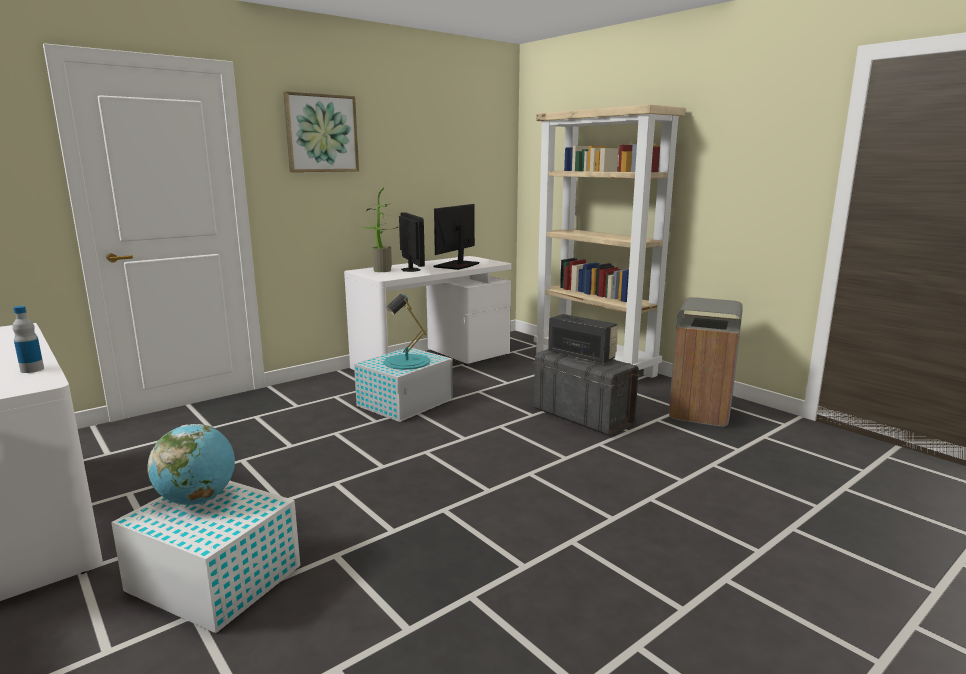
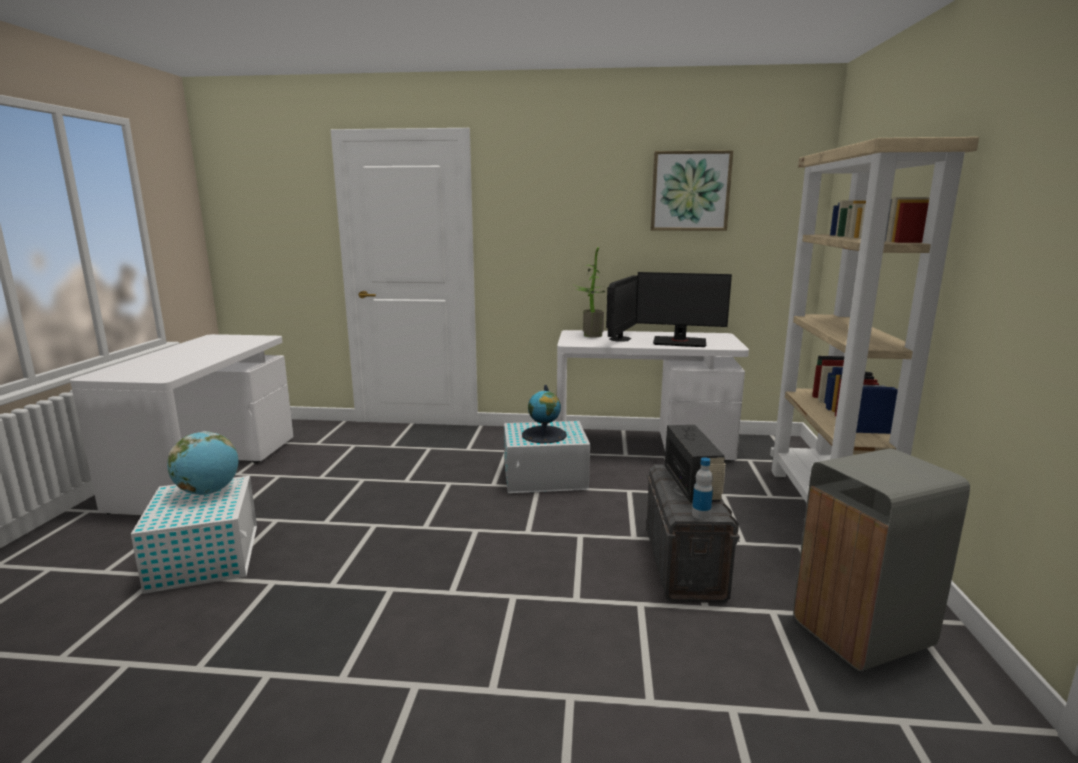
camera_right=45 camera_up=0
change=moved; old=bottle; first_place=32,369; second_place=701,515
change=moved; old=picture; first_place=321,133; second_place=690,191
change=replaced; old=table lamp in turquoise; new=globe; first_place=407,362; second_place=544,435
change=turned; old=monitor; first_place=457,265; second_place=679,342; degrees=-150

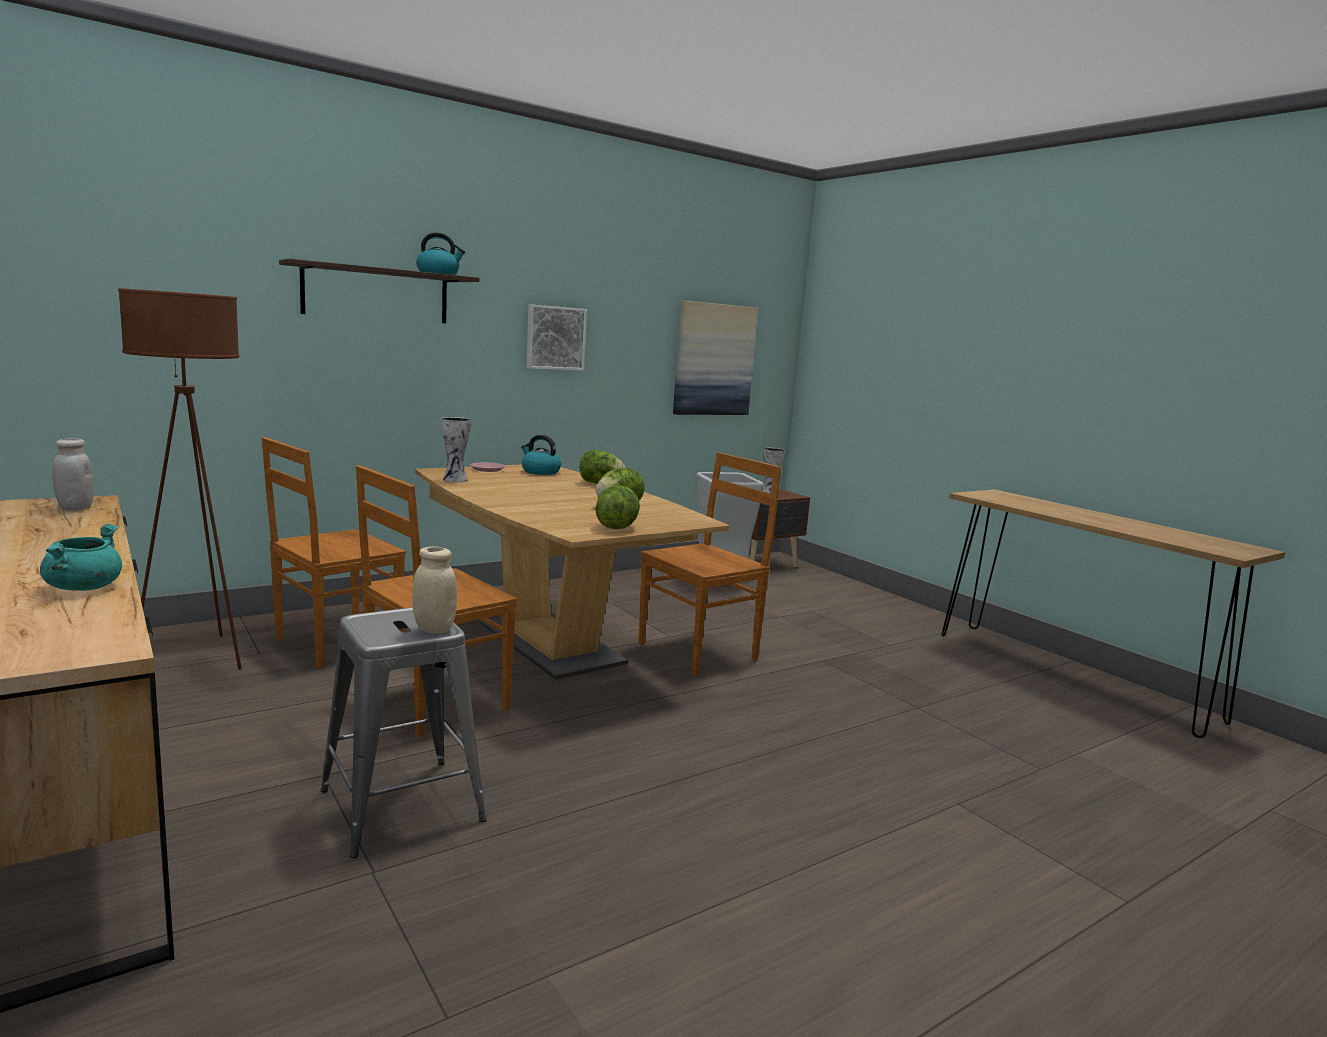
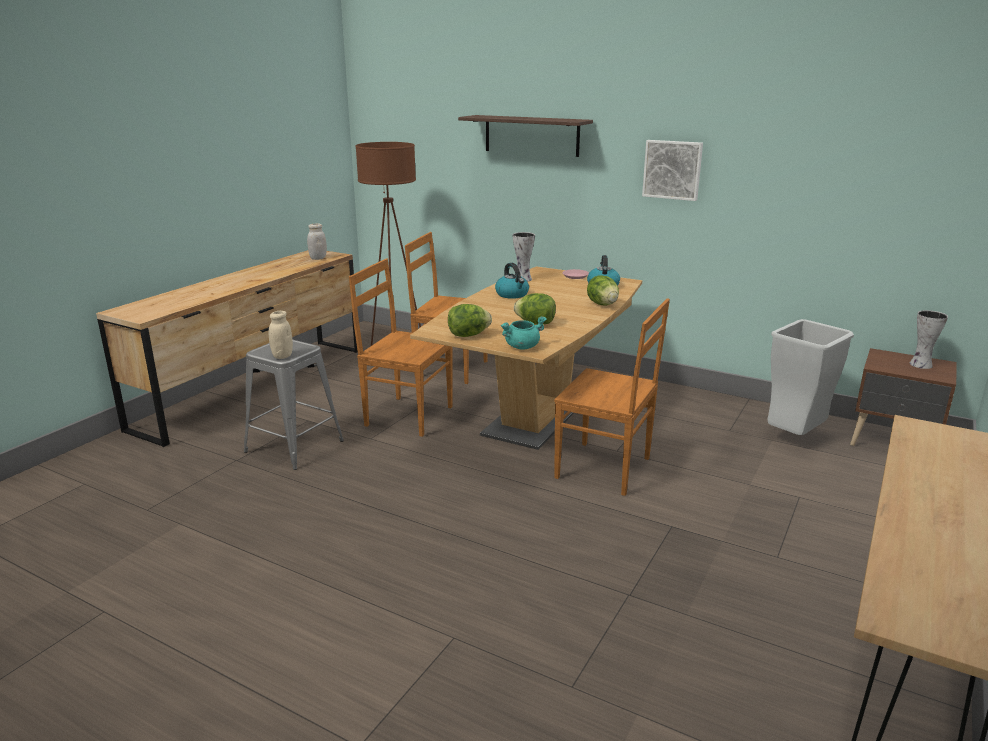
camera_right=65 camera_up=10
change=removed; old=picture; first_place=714,359
change=moved; old=cooking pot in turquoise; first_place=83,587; second_place=522,347
change=moved; old=kettle; first_place=438,274; second_place=512,294

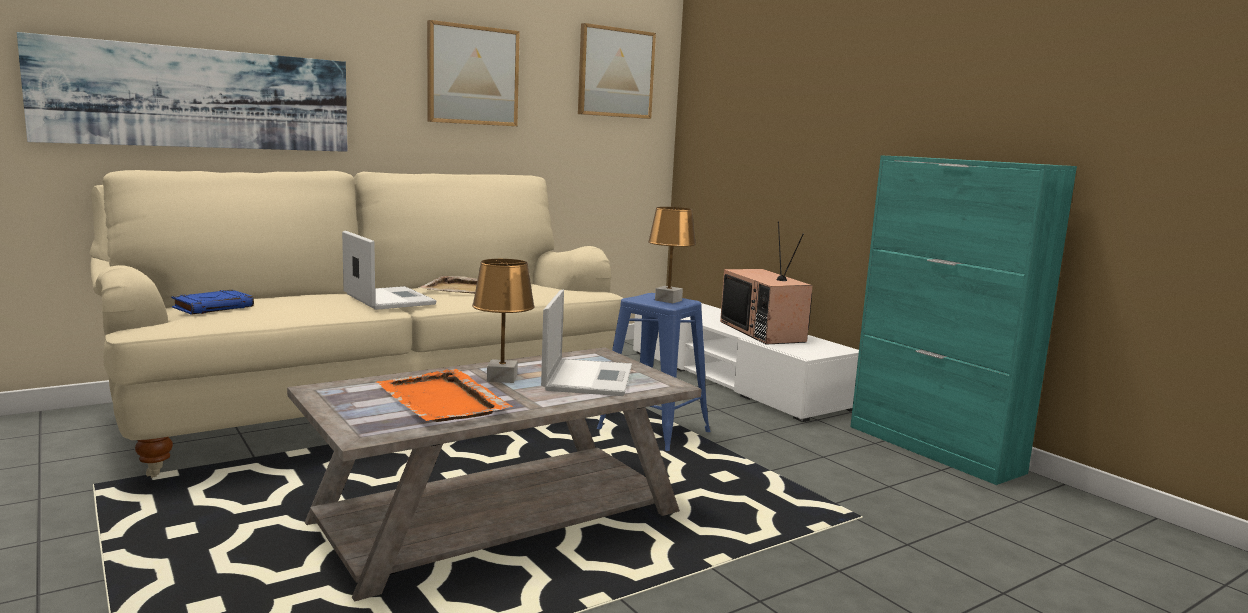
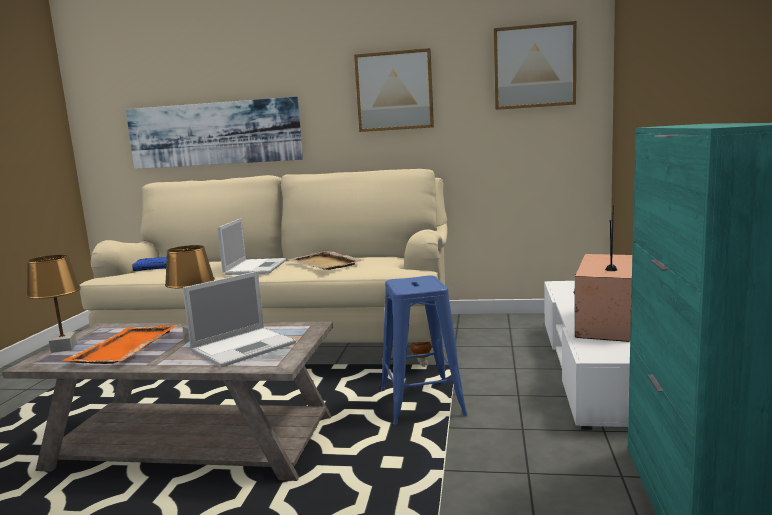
camera_right=45 camera_up=0
change=moved; old=table lamp in brown; first_place=669,300; second_place=64,348

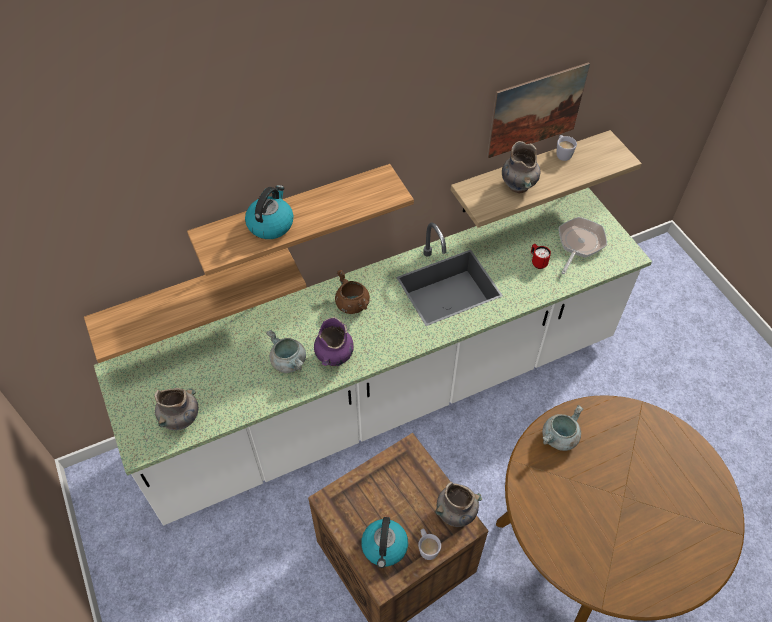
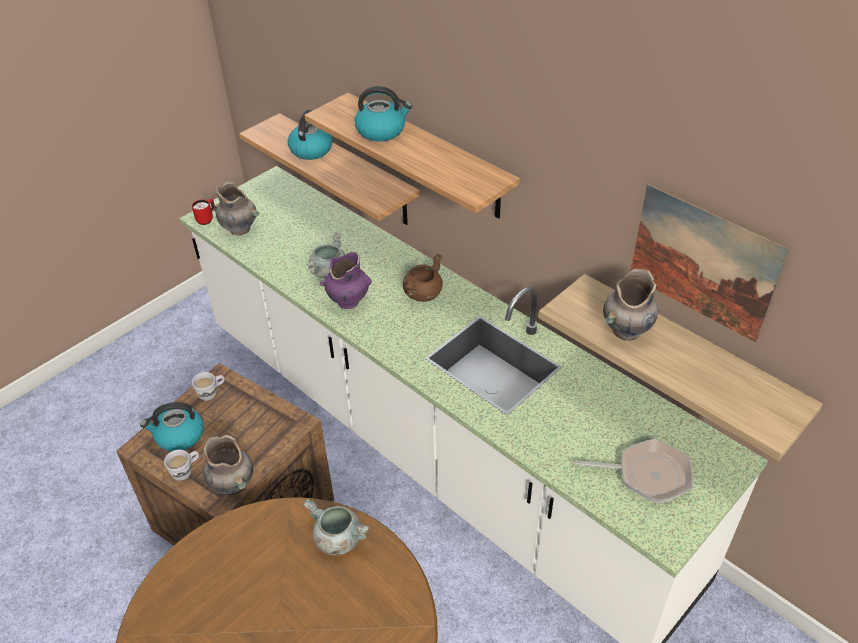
camera_right=70 camera_up=-10
change=added; new=kettle; second_place=311,149
change=moved; old=mug in red; first_place=537,262; second_place=207,219
change=moved; old=mug in white; first_place=562,154; second_place=212,393

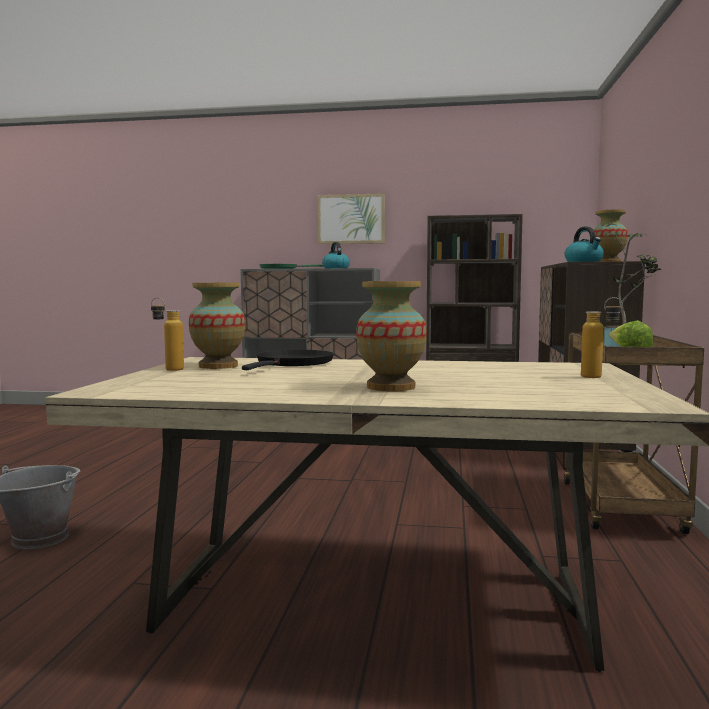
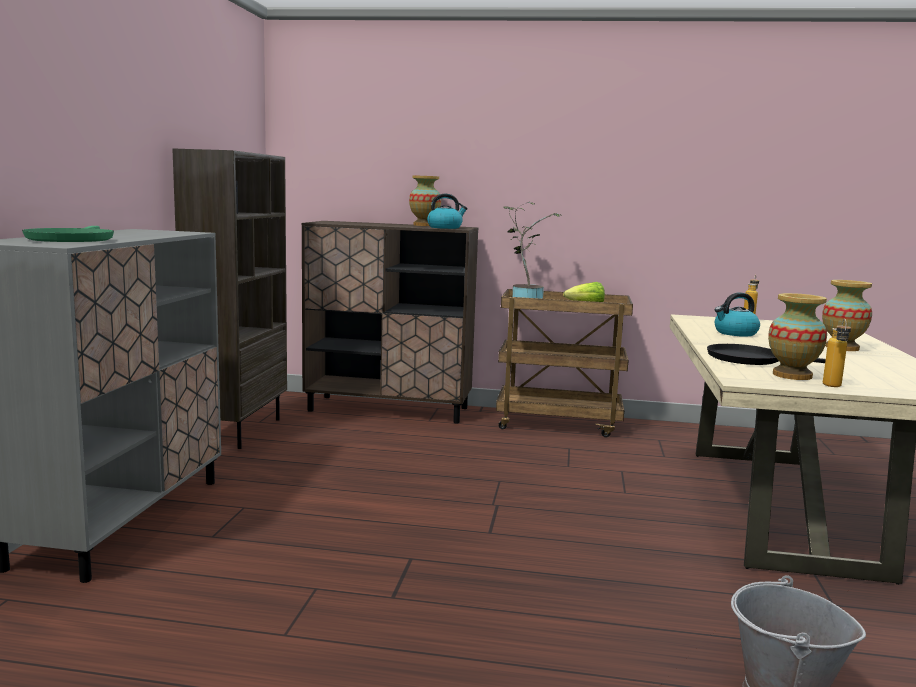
camera_right=-90 camera_up=5
change=removed; old=picture; first_place=351,219
change=moved; old=kettle; first_place=335,268; second_place=735,333

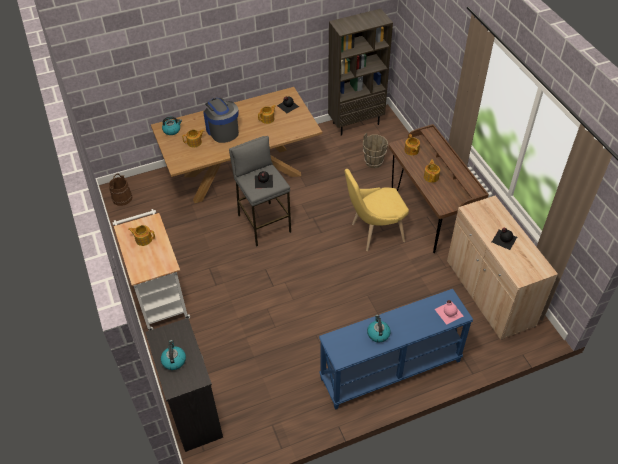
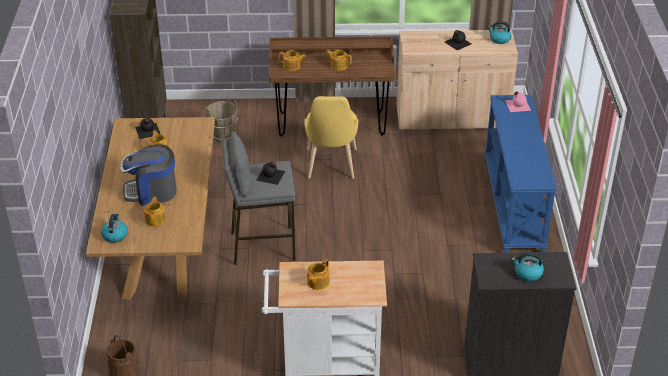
camera_right=-70 camera_up=-10
change=moved; old=kettle; first_place=378,333; second_place=499,39

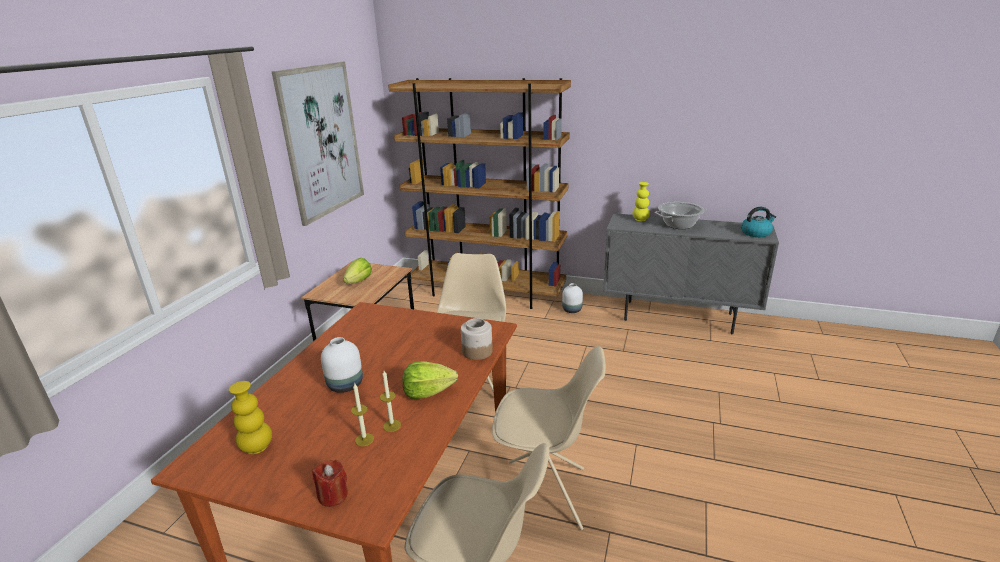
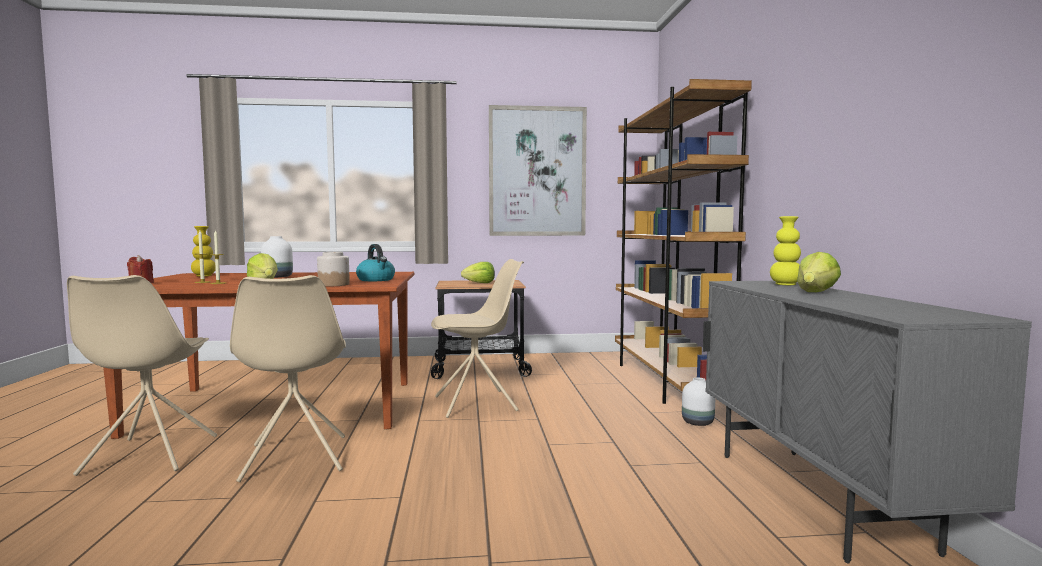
camera_right=65 camera_up=-20
change=moved; old=kettle; first_place=756,233; second_place=376,280
change=replaced; old=cooking pot; new=lettuce; first_place=679,225; second_place=816,292

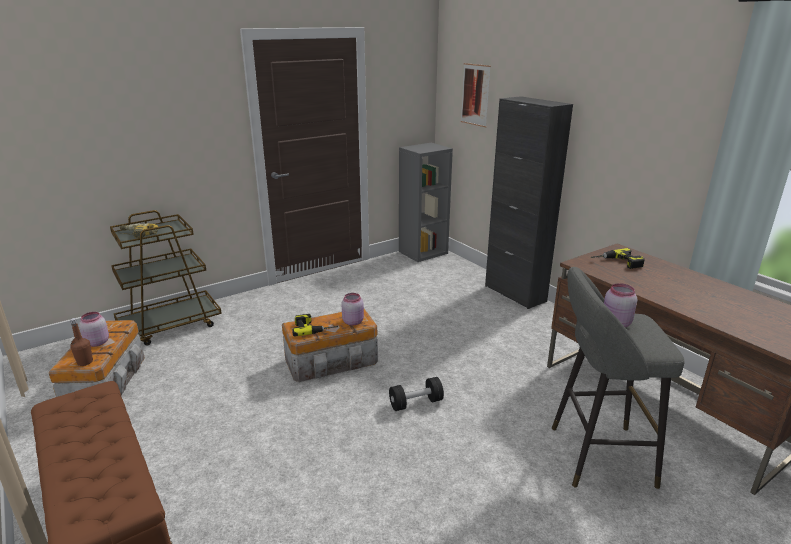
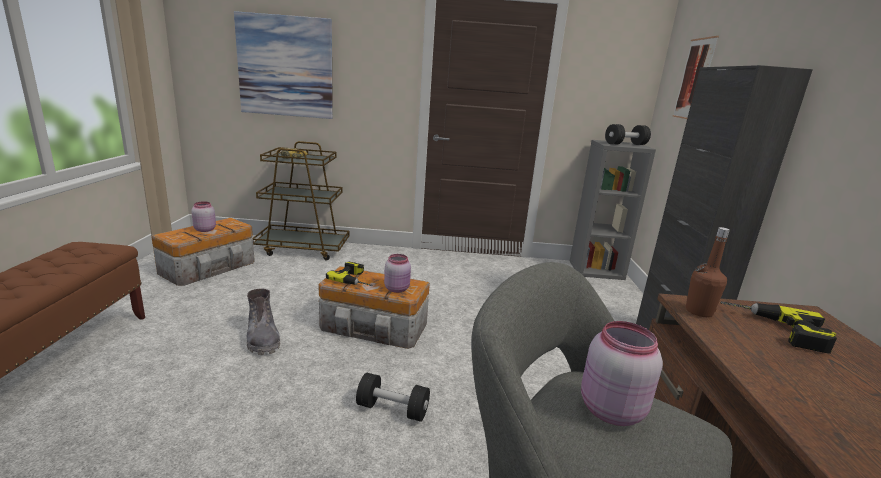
camera_right=35 camera_up=-5
change=added; new=picture; second_place=285,67
change=added; new=boot in grey; second_place=262,339
change=added; new=dumbbell in black; second_place=625,144
change=moved; old=bottle in brown; first_place=85,362; second_place=699,311

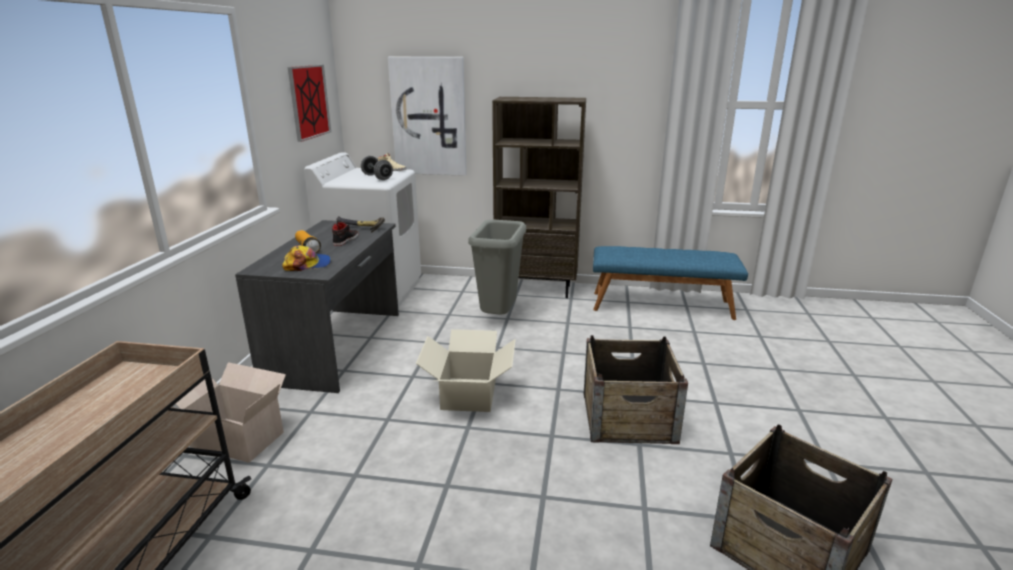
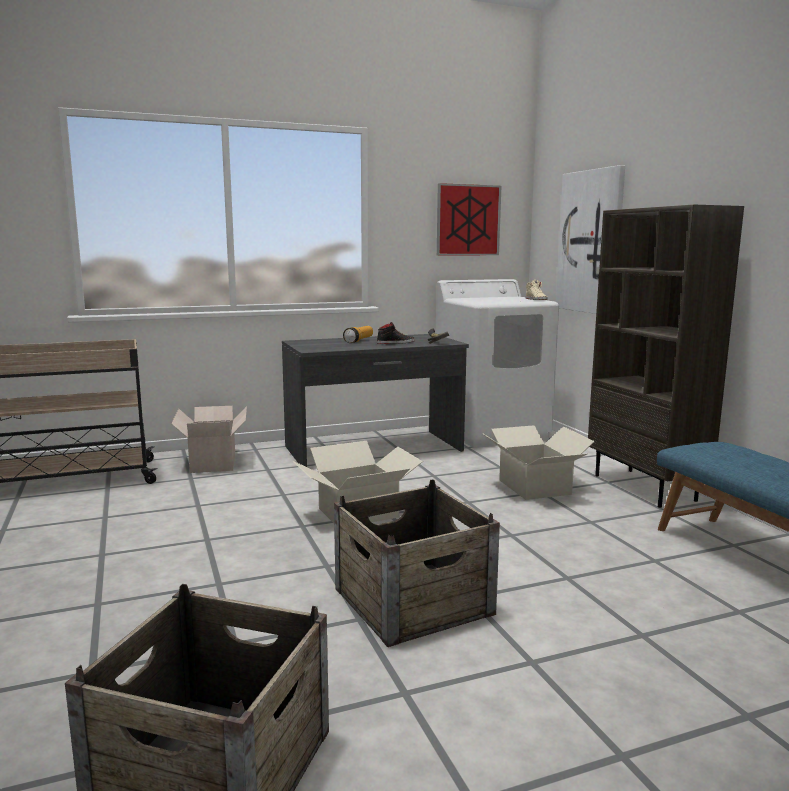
camera_right=60 camera_up=-10
change=removed; old=cap; first_place=307,264
change=removed; old=dumbbell in grey; first_place=377,177
change=replaced; old=trash can in grey; new=cardboard box; first_place=498,317; second_place=535,487

